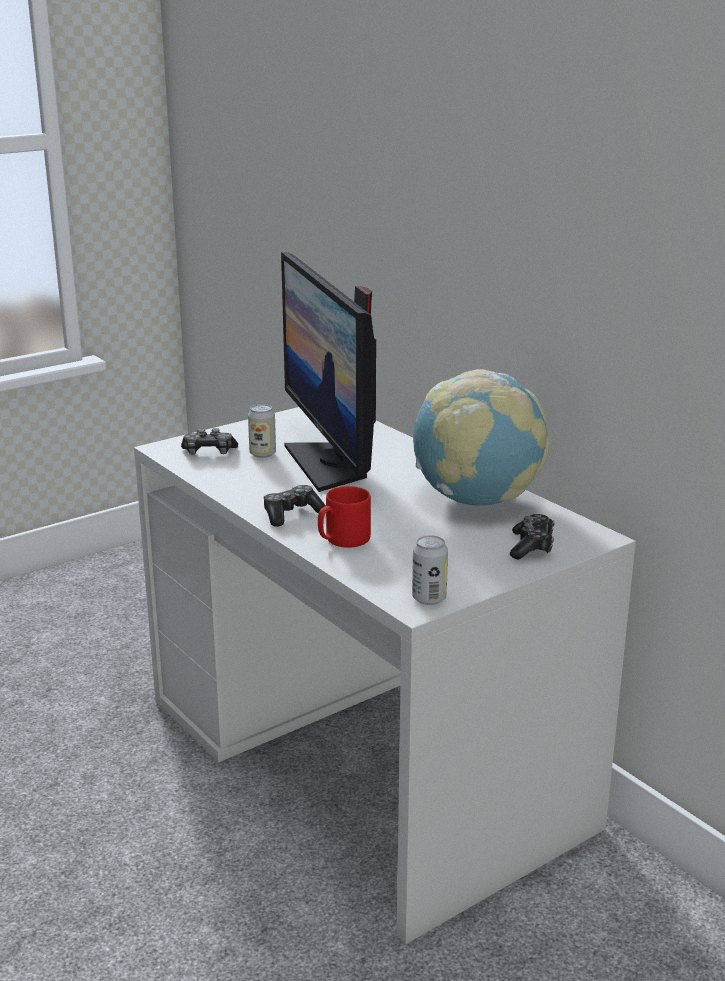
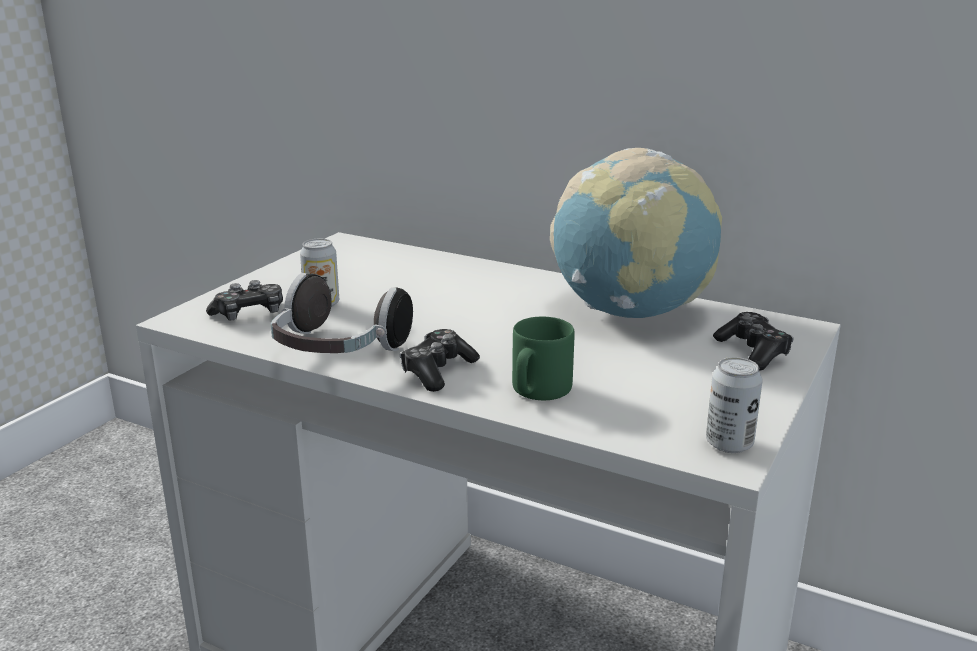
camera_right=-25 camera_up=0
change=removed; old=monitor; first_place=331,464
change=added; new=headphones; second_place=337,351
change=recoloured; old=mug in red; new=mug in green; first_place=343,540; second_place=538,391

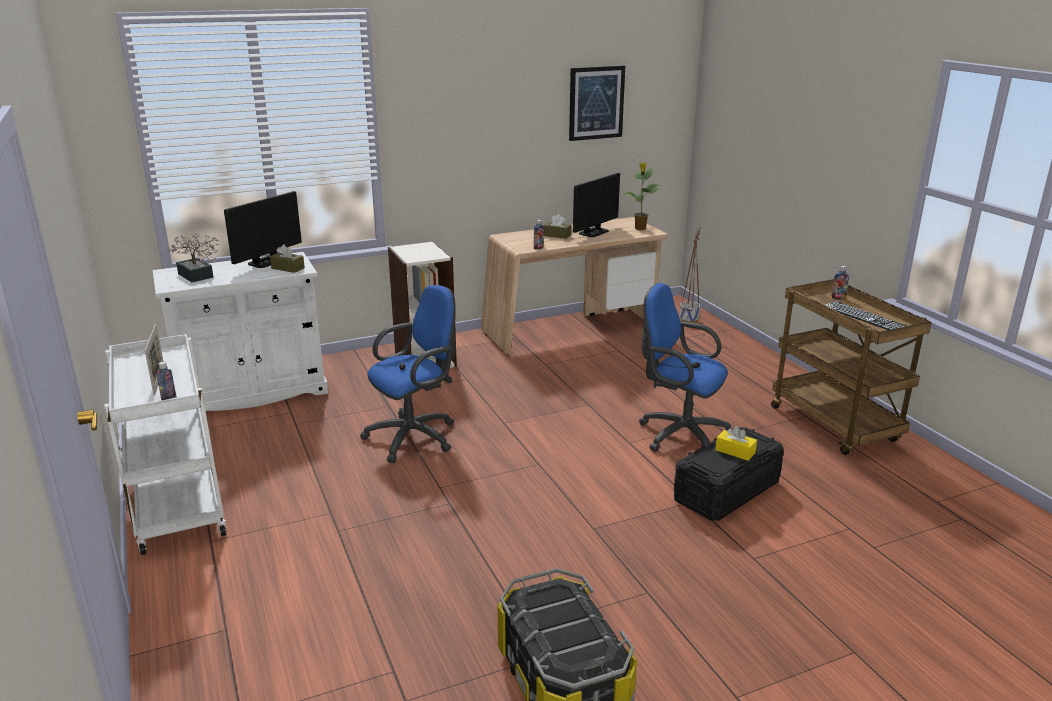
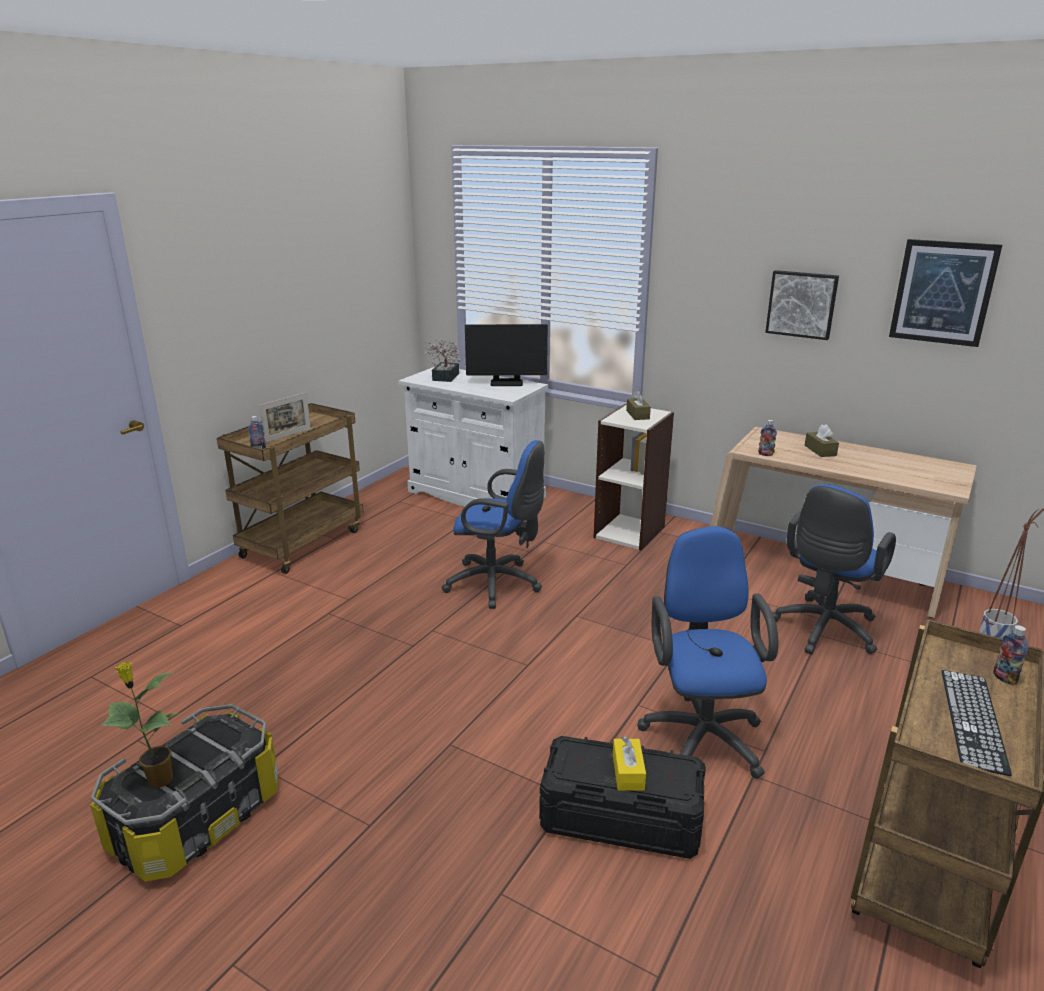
camera_right=55 camera_up=0
change=removed; old=monitor; first_place=593,232
change=added; new=picture; second_place=802,304
change=added; new=office chair in blue; second_place=823,631
change=moved; old=tissue box in brown; first_place=288,268; second_place=637,415
change=moved; old=potted plant; first_place=640,228; second_place=158,780
change=recoloured; old=cart in white; new=cart in brown; first_place=177,507; second_place=303,542

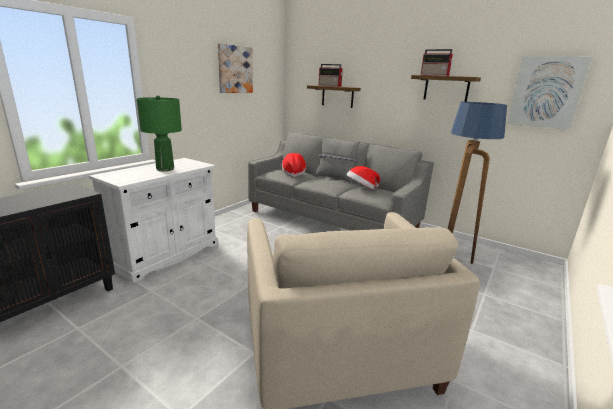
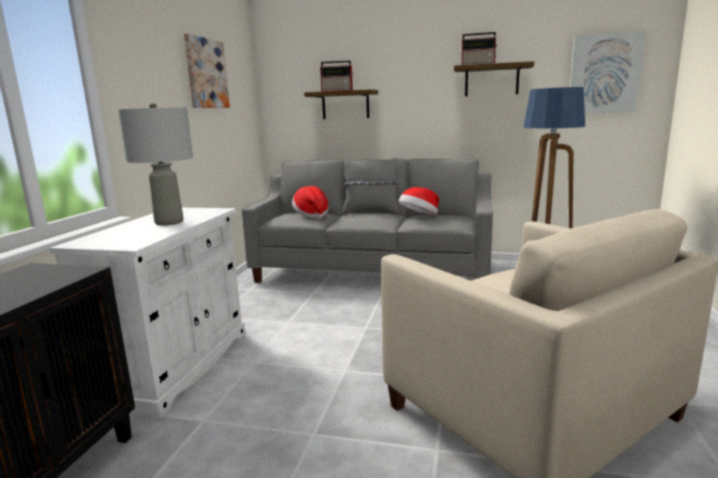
camera_right=-20 camera_up=-5
change=recoloured; old=table lamp in green; new=table lamp in grey; first_place=165,169; second_place=168,222

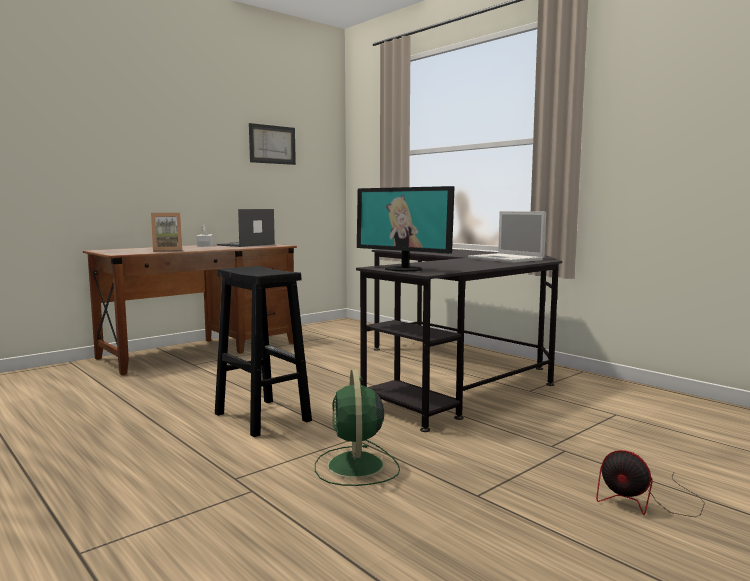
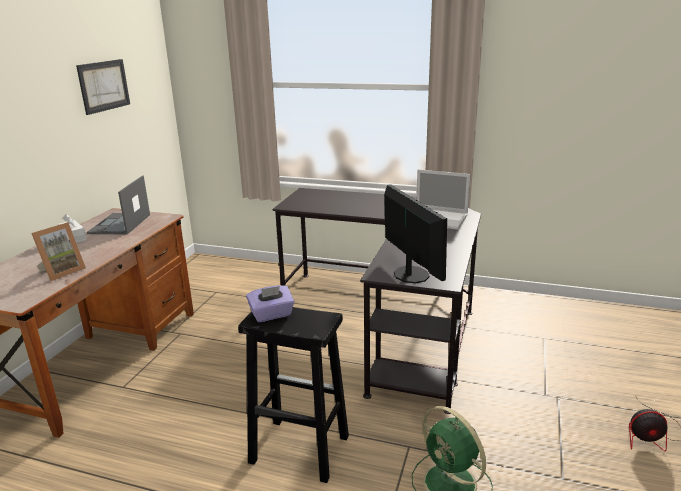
camera_right=-30 camera_up=15
change=added; new=tissue box in purple; second_place=271,315
change=turned; old=monitor; first_place=403,269; second_place=410,274; degrees=-120

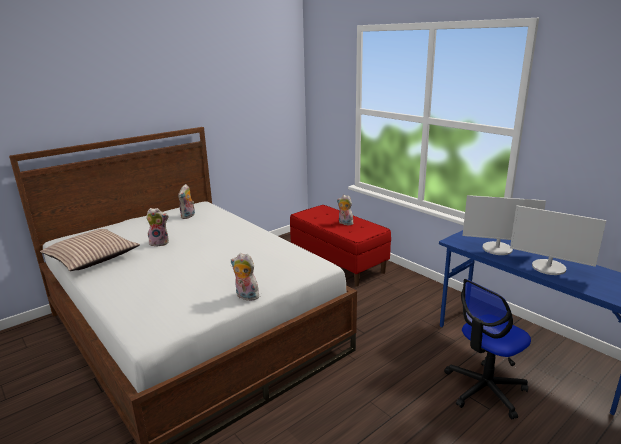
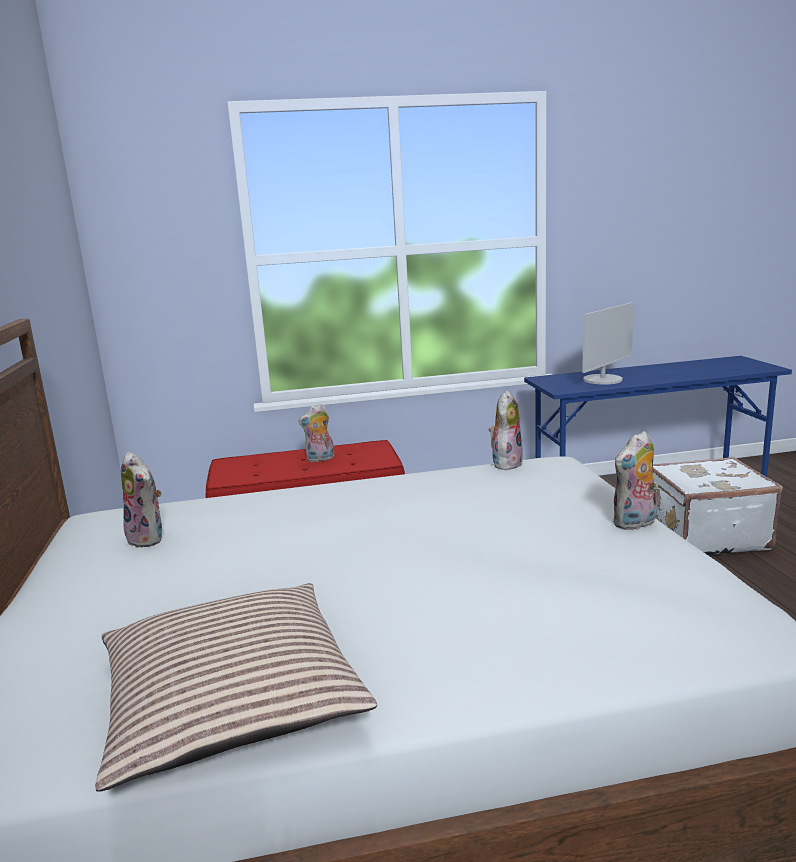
camera_right=-60 camera_up=-5
change=removed; old=monitor; first_place=548,267
change=moved; old=plush toy; first_place=160,243; second_place=505,463
change=replaced; old=office chair; new=suitcase in white; first_place=484,389; second_place=703,536

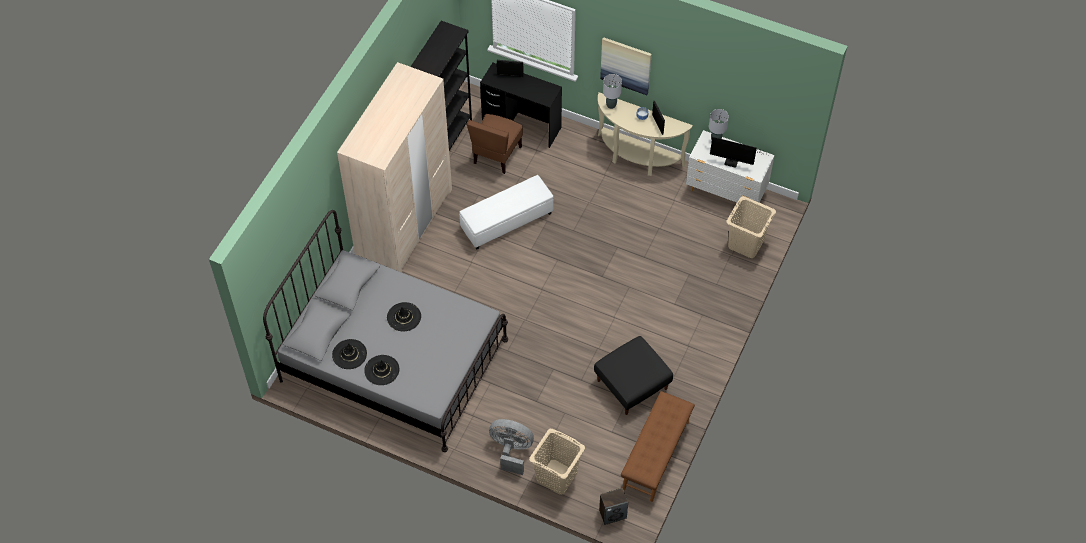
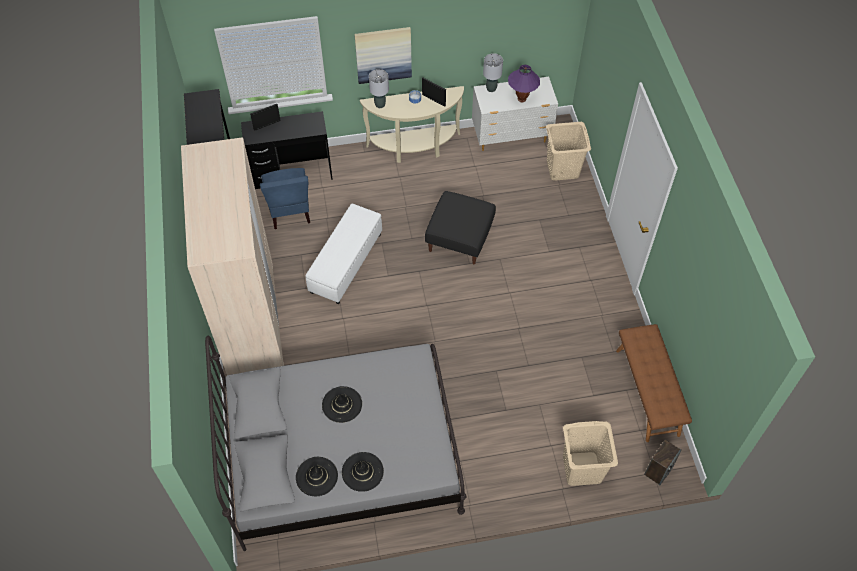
camera_right=-35 camera_up=0
change=removed; old=fan in grey; first_place=511,450
change=moved; old=ottoman in black; first_place=632,385; second_place=460,238
change=replaced; old=monitor; new=table lamp in purple; first_place=733,162; second_place=521,99
change=recoloured; old=chair in brown; new=chair in blue; first_place=496,155; second_place=289,211

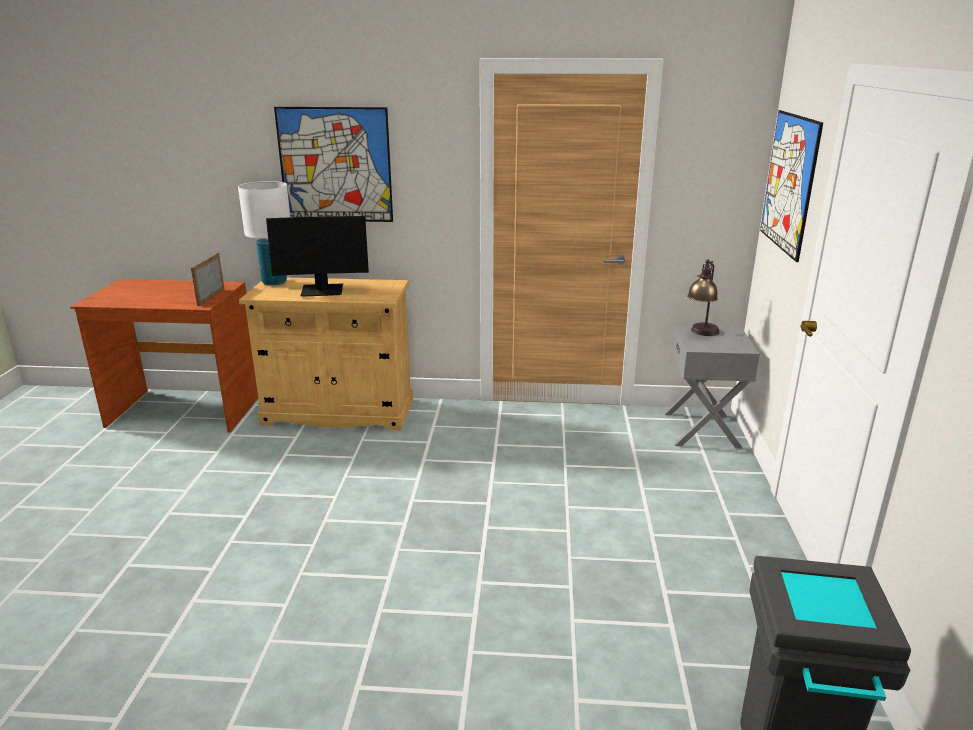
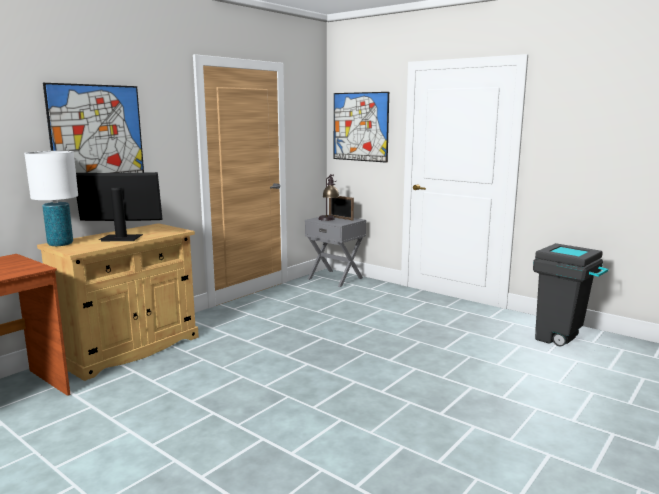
camera_right=-55 camera_up=-10
change=moved; old=picture frame; first_place=210,297; second_place=340,218
change=turned; old=monitor; first_place=322,291; second_place=121,238; degrees=-120

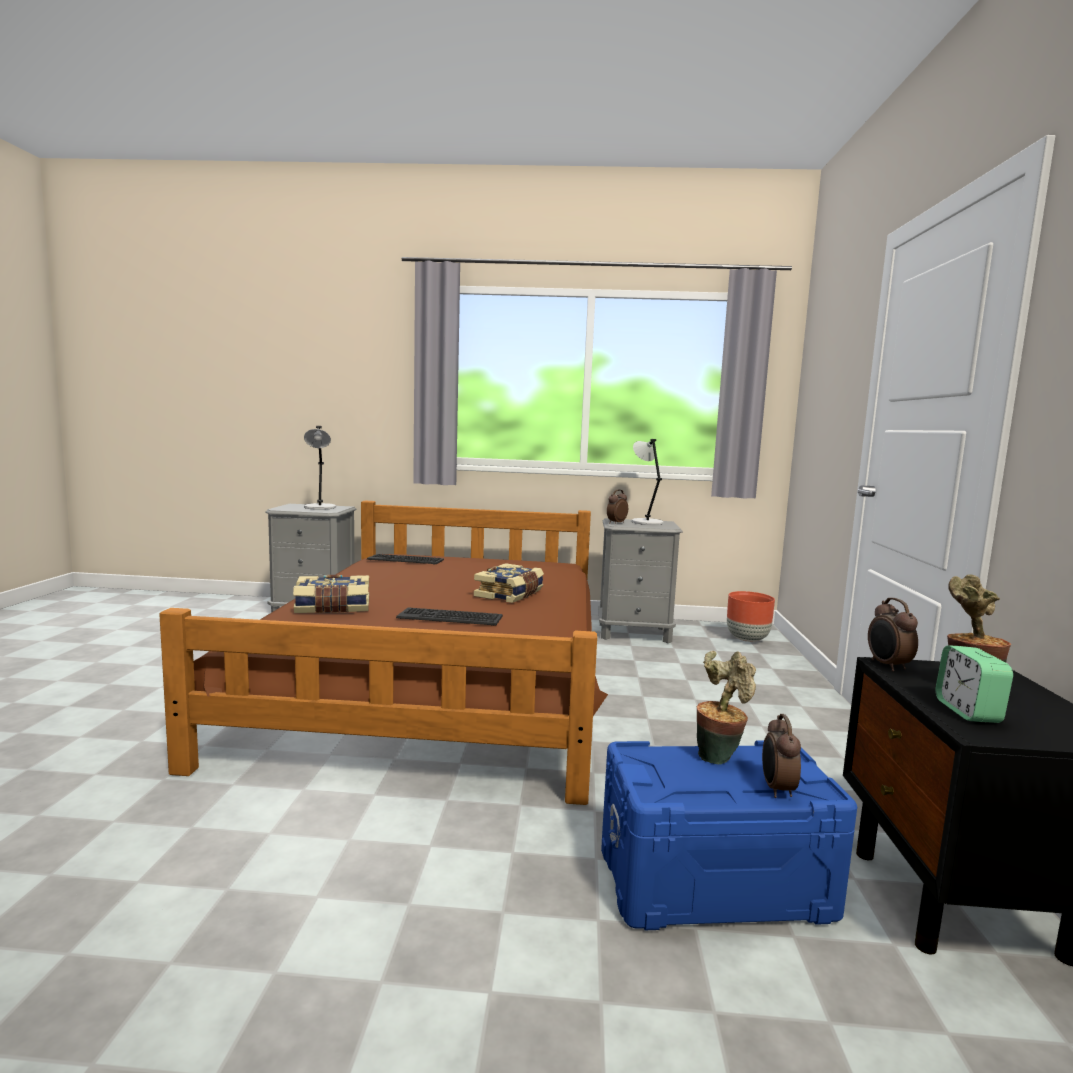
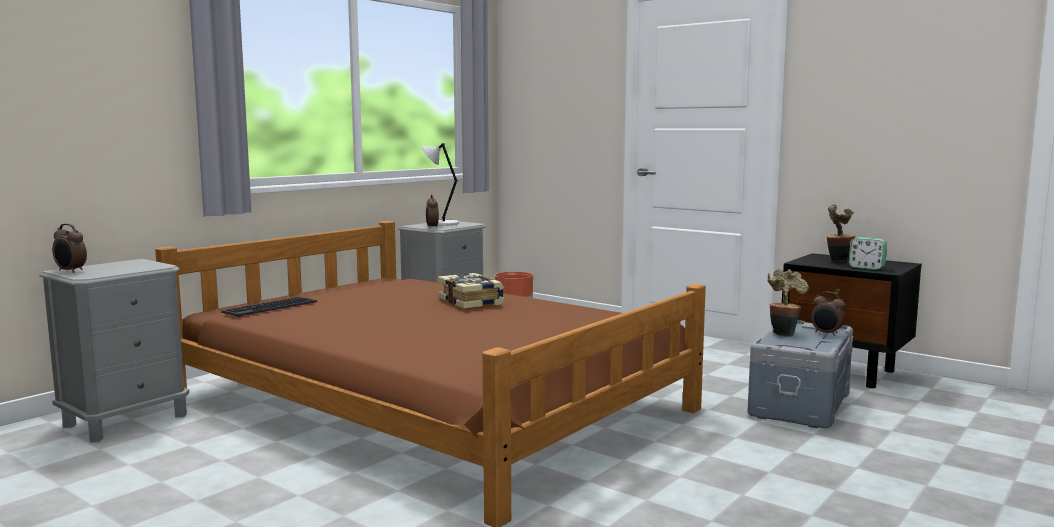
camera_right=-55 camera_up=0
change=removed; old=book; first_place=333,608
change=removed; old=table lamp in grey; first_place=320,507
change=removed; old=keyboard; first_place=450,617
change=moved; old=alarm clock; first_place=887,666; second_place=70,271
change=recoloured; old=storage box in blue; new=storage box in grey; first_place=714,883; second_place=801,404

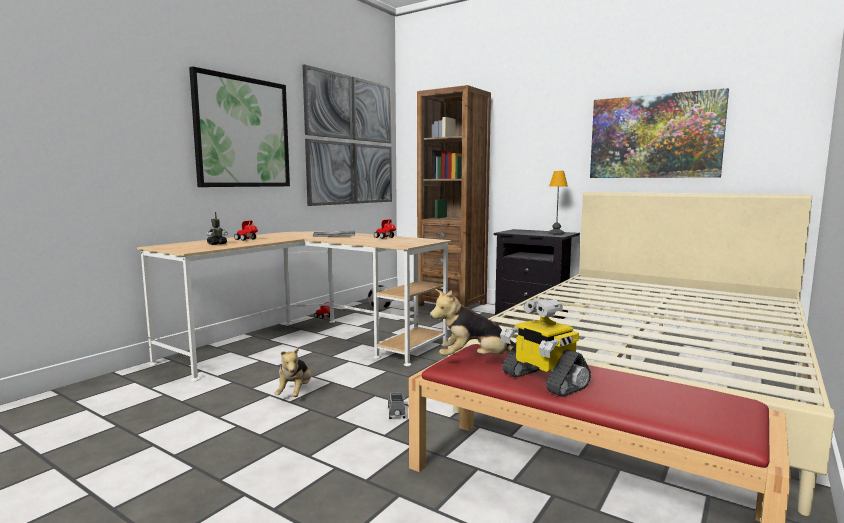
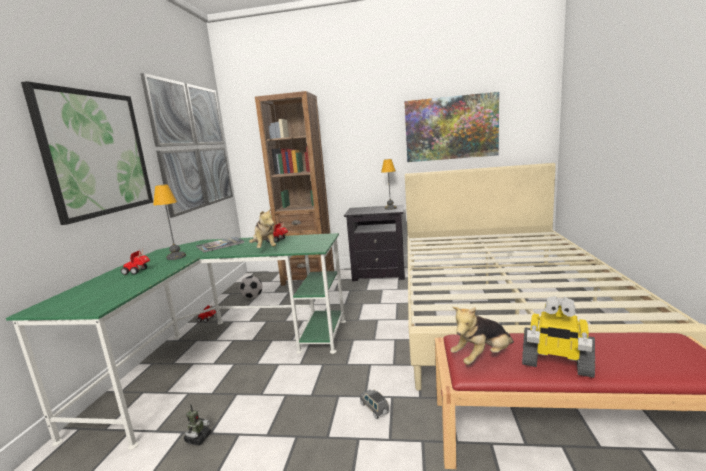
camera_right=-25 camera_up=5
change=added; new=table lamp; second_place=176,257
change=moved; old=toy robot; first_place=217,244; second_place=198,438
change=moved; old=plush toy; first_place=295,393; second_place=265,248
change=recoloured; old=desk in beige; new=desk in green; first_place=308,344; second_place=220,356

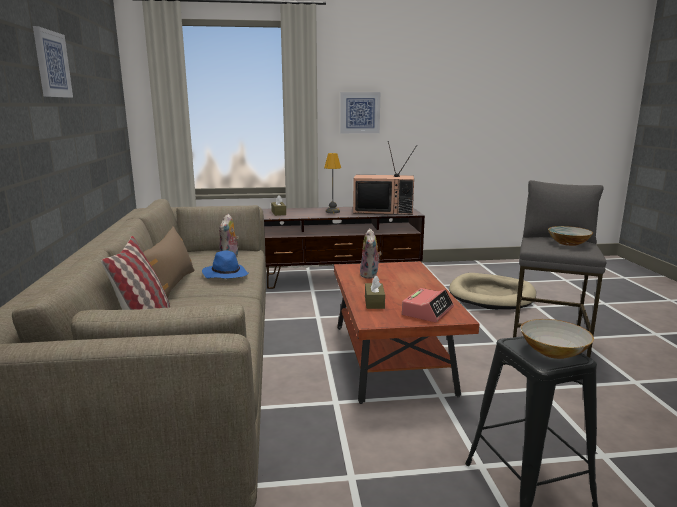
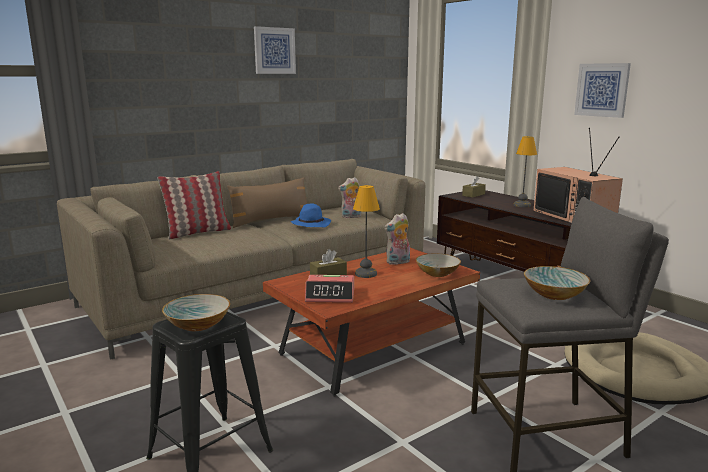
camera_right=60 camera_up=0
change=added; new=table lamp; second_place=366,274
change=added; new=bowl; second_place=437,273

